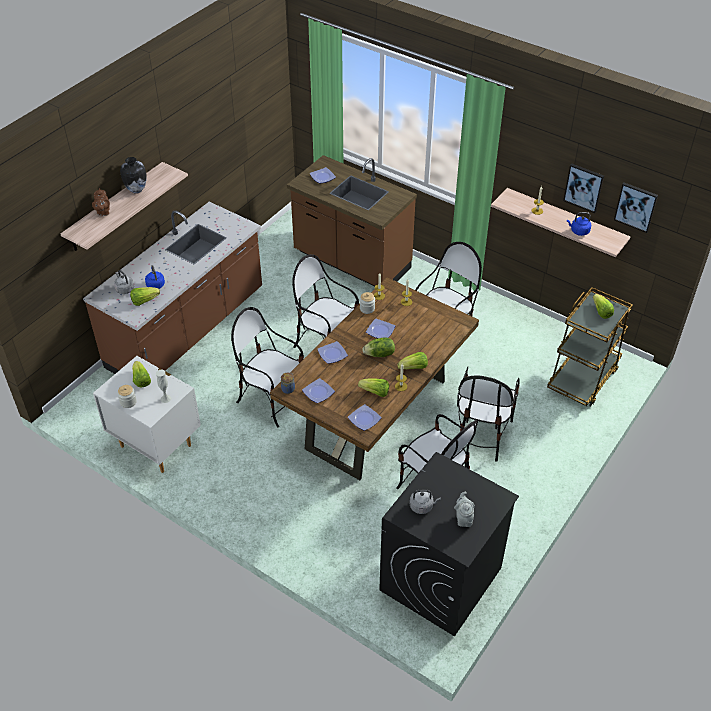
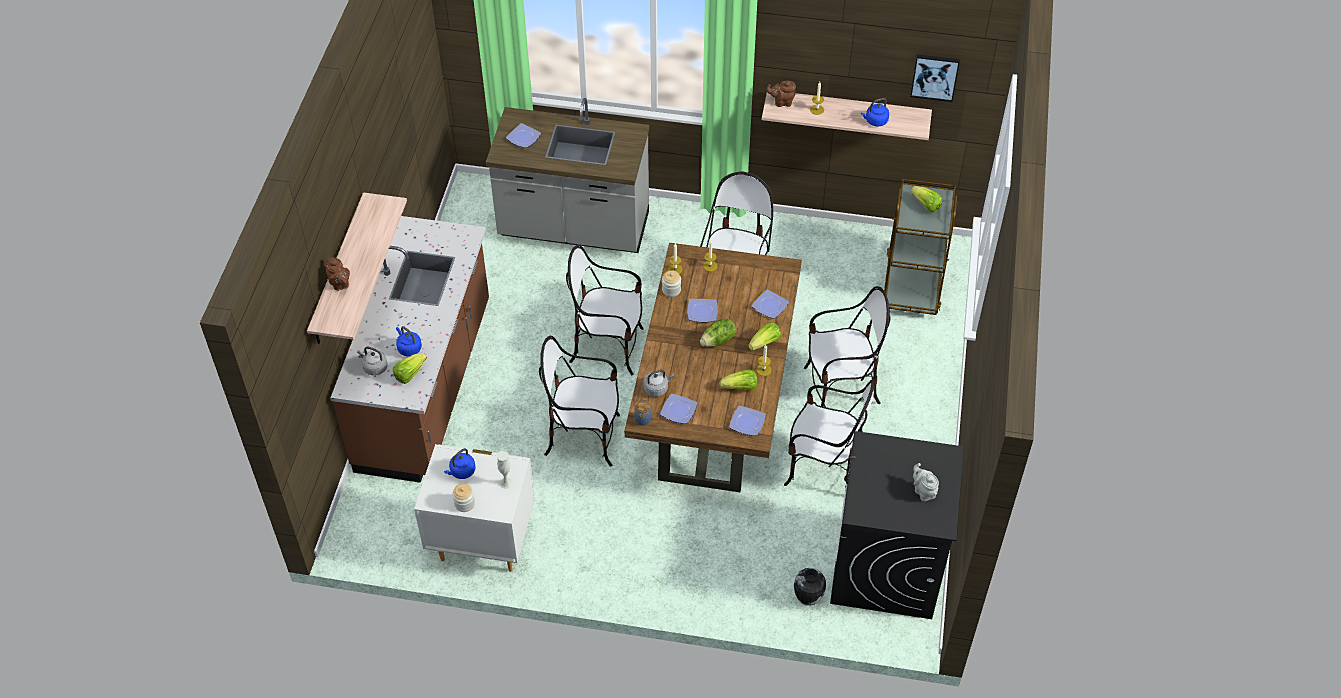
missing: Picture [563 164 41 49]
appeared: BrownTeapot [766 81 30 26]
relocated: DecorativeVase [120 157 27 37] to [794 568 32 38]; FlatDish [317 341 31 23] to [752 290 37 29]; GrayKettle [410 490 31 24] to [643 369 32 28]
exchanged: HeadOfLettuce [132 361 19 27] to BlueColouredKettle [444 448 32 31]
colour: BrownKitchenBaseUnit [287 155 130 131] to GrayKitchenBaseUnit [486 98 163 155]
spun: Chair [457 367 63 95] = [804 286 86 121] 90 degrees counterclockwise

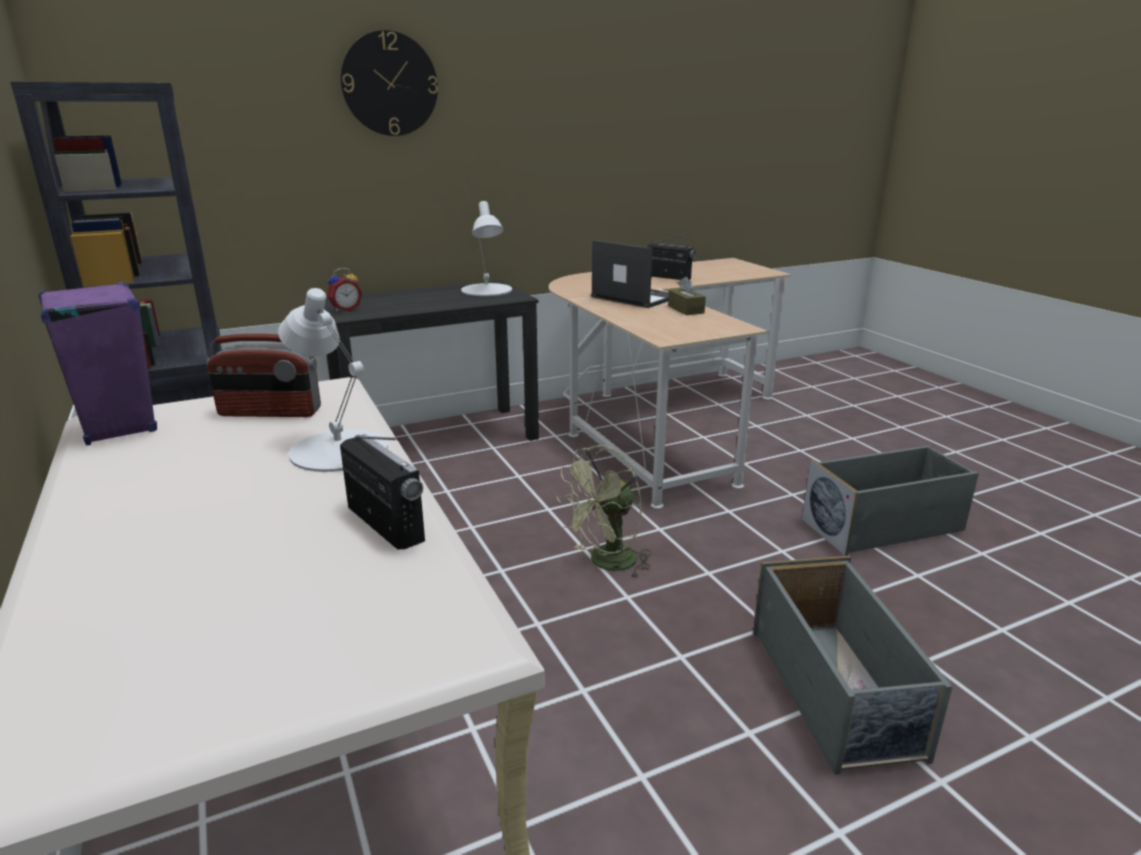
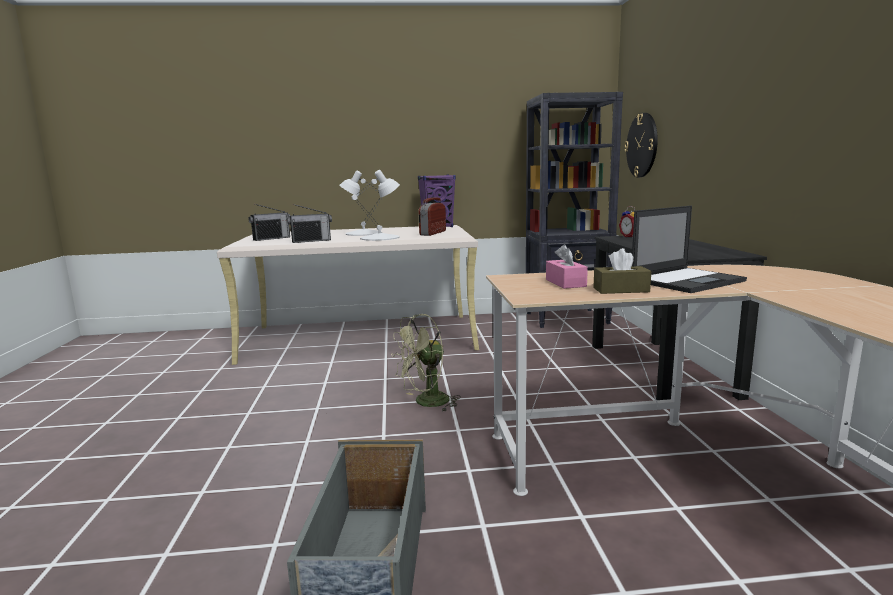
missing: GrayStorageBin [753 556 199 219]
appeared: PinkColouredTissueBox [546 244 42 45]
relocated: WallClock [341 30 97 106] to [624 113 34 64]; WhiteColouredTabletopLamp [461 201 51 95] to [340 171 43 65]; RadioReceiver [646 234 50 46] to [249 204 41 37]
spun: GreenishCoolingFan [556 445 95 134] = [391 314 70 98] 105 degrees counterclockwise

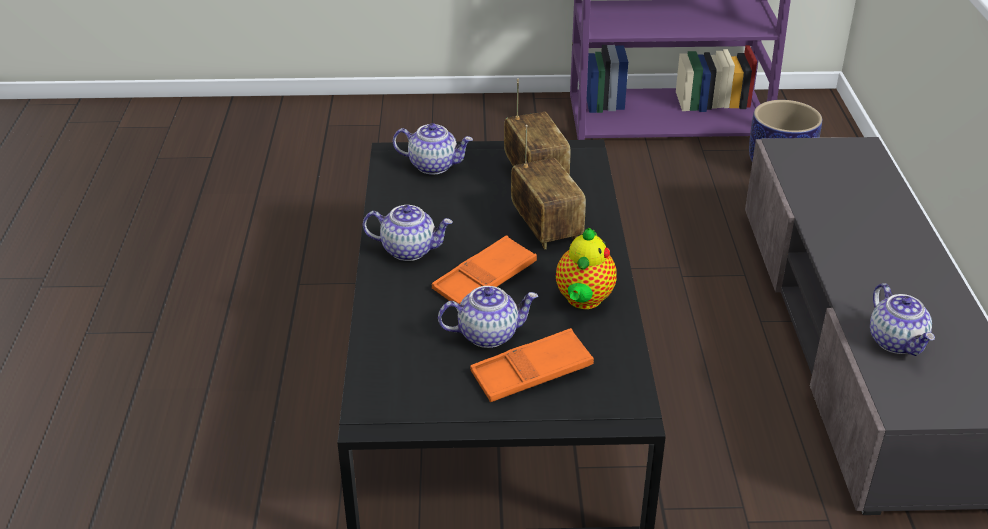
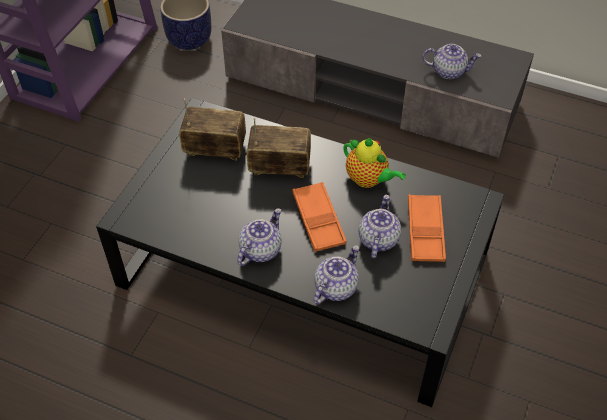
relocated: Teapot [393 123 80 52] to [313 245 46 60]

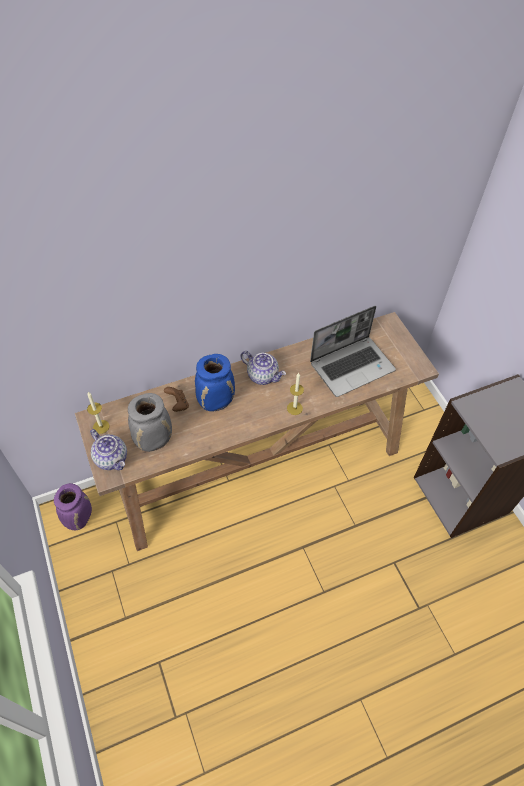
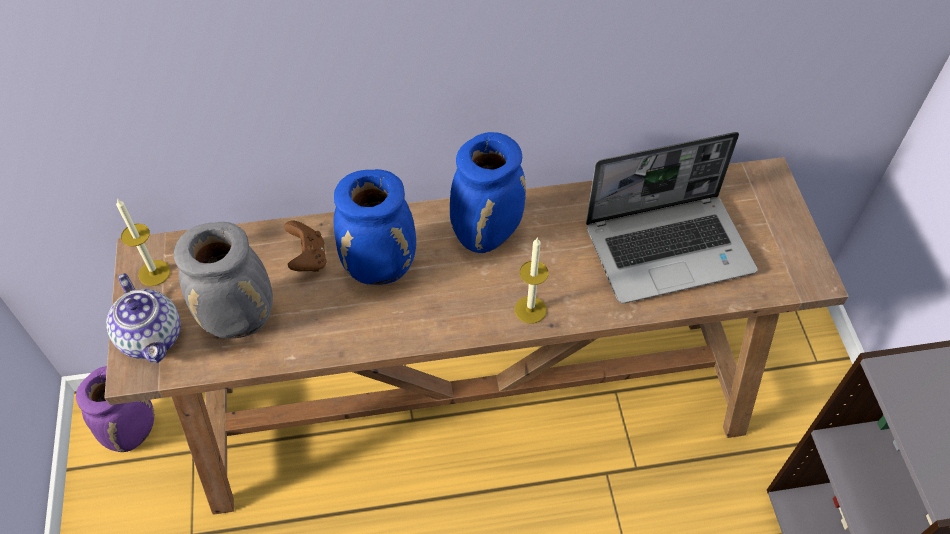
exchanged: Teapot [240 351 46 34] to BlueColouredDecorativeVase [450 132 76 121]

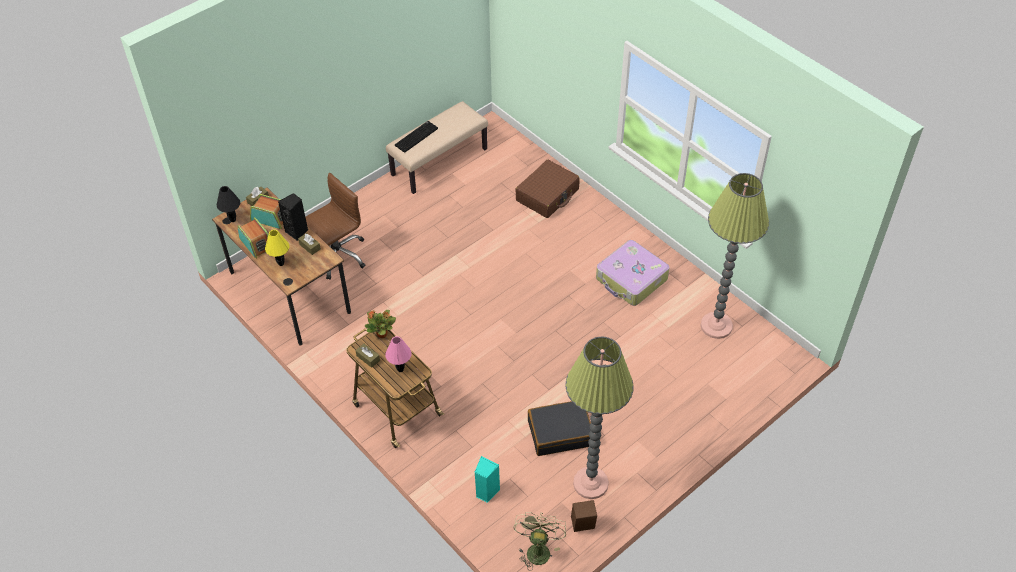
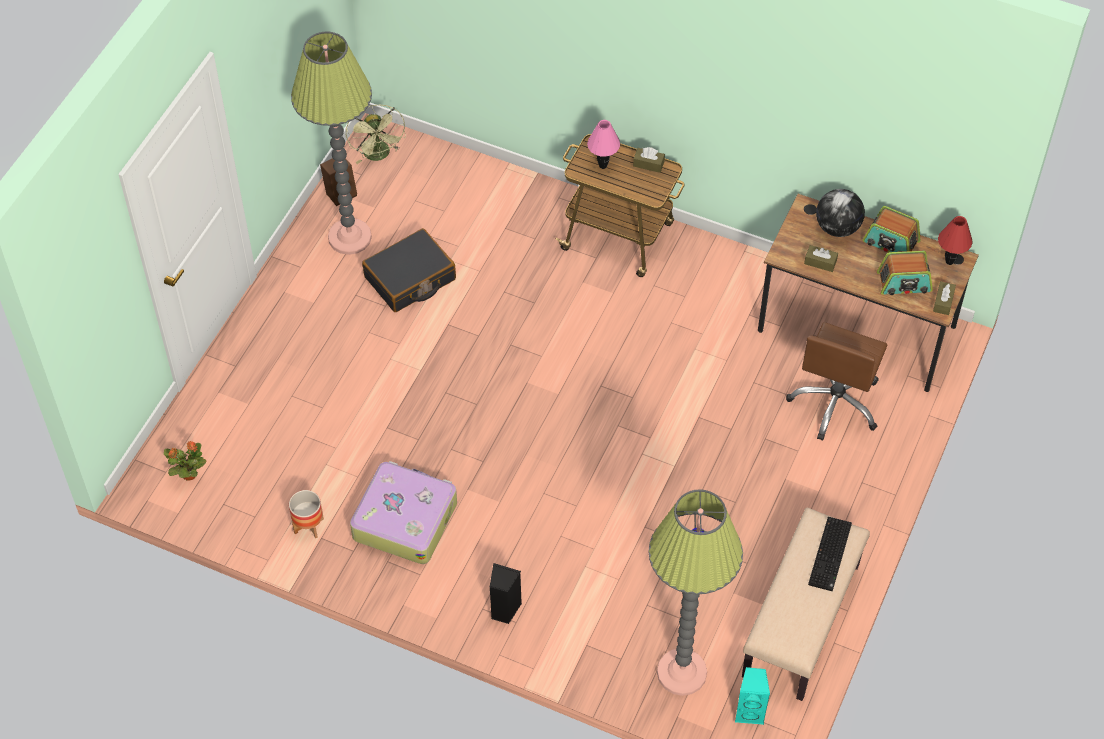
missing: BrownPieceOfLuggage [515 160 65 58]
appeared: PlantPot [289 490 35 48]
relocated: FloorLamp [700 173 69 166] to [649 489 94 207]; BlackishAudioSpeaker [278 193 30 48] to [490 563 32 61]; PottedPlant [365 310 31 28] to [164 441 43 40]; TurquoiseAudioSpeaker [475 456 25 47] to [735 667 35 58]
exchanged: YellowColouredTabletopLamp [265 229 25 37] to DeskGlobe [816 189 49 48]
colour: BlackishTabletopLamp [217 186 23 36] to RedTabletopLamp [938 216 35 49]

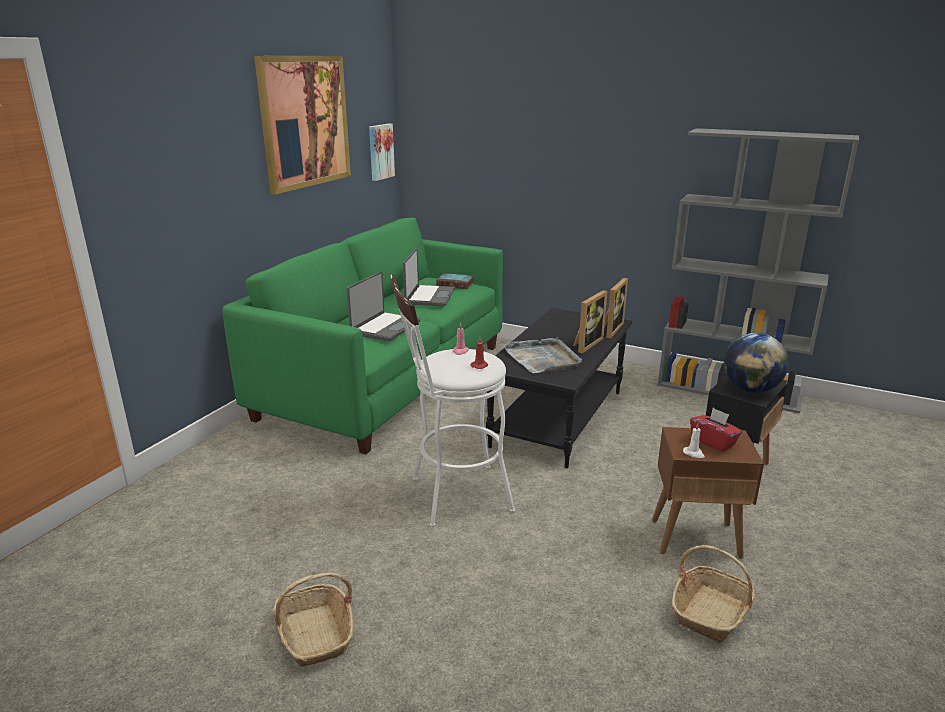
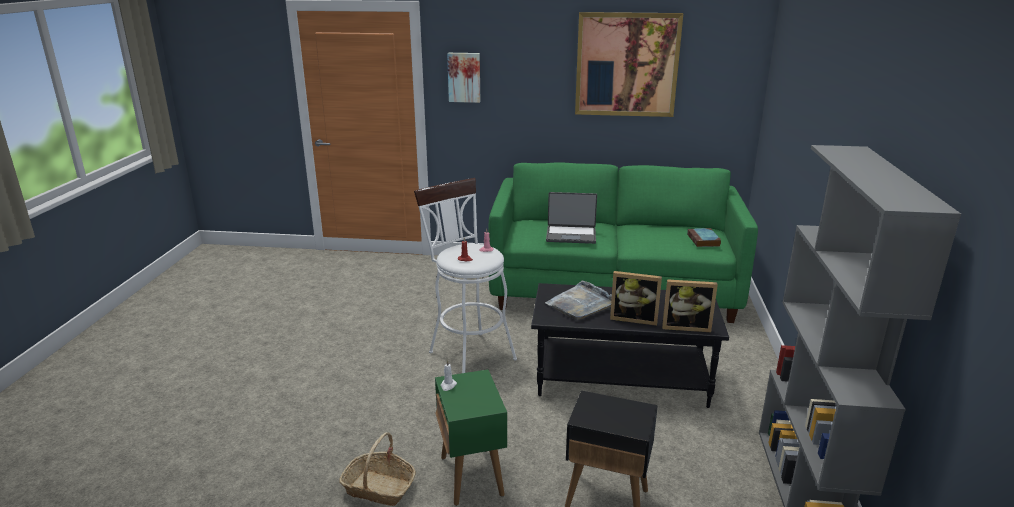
missing: NotebookComputer [403 248 52 58]; DeskGlobe [724 333 65 60]; RedTissueBox [690 408 52 44]; Basket [273 573 81 94]
relocated: Picture [369 124 26 57] to [447 53 33 50]
colour: BrownSideTable [652 427 112 132] to GreenishSideTable [435 370 72 136]

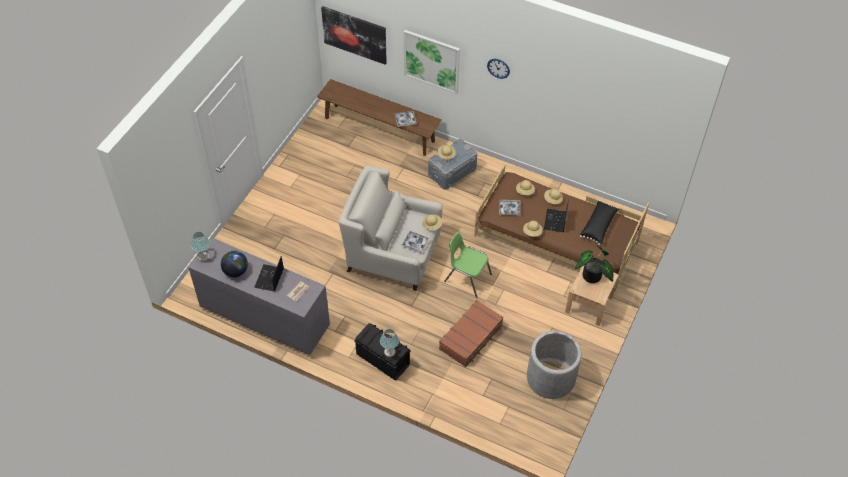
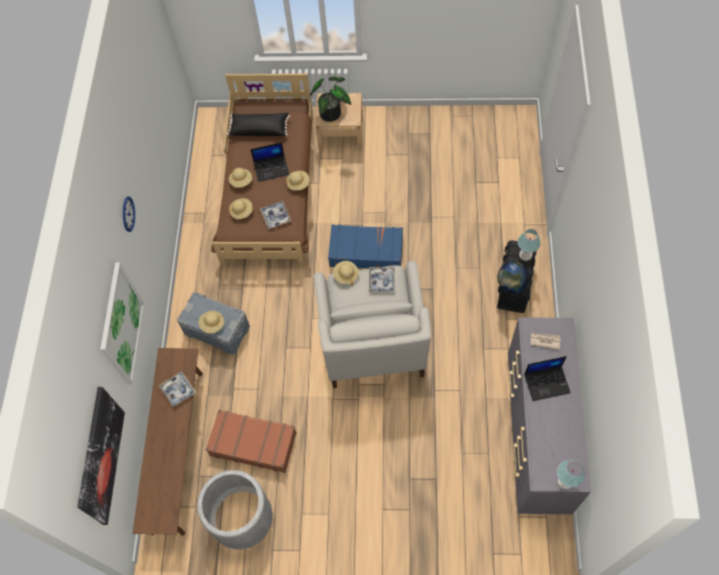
relocated: DeskGlobe [221 251 27 26] to [498 261 32 32]; BrownPieceOfLuggage [439 300 64 67] to [206 410 91 63]; GrayPlantPot [527 331 55 68] to [197 470 76 80]
exchanged: GreenishChair [444 232 48 66] to BlueColouredPieceOfLuggage [328 225 75 44]

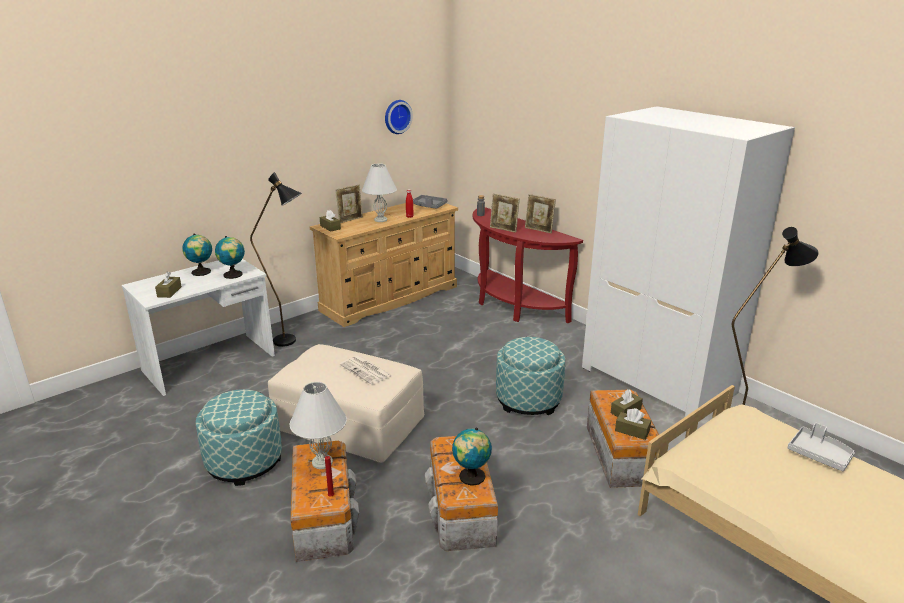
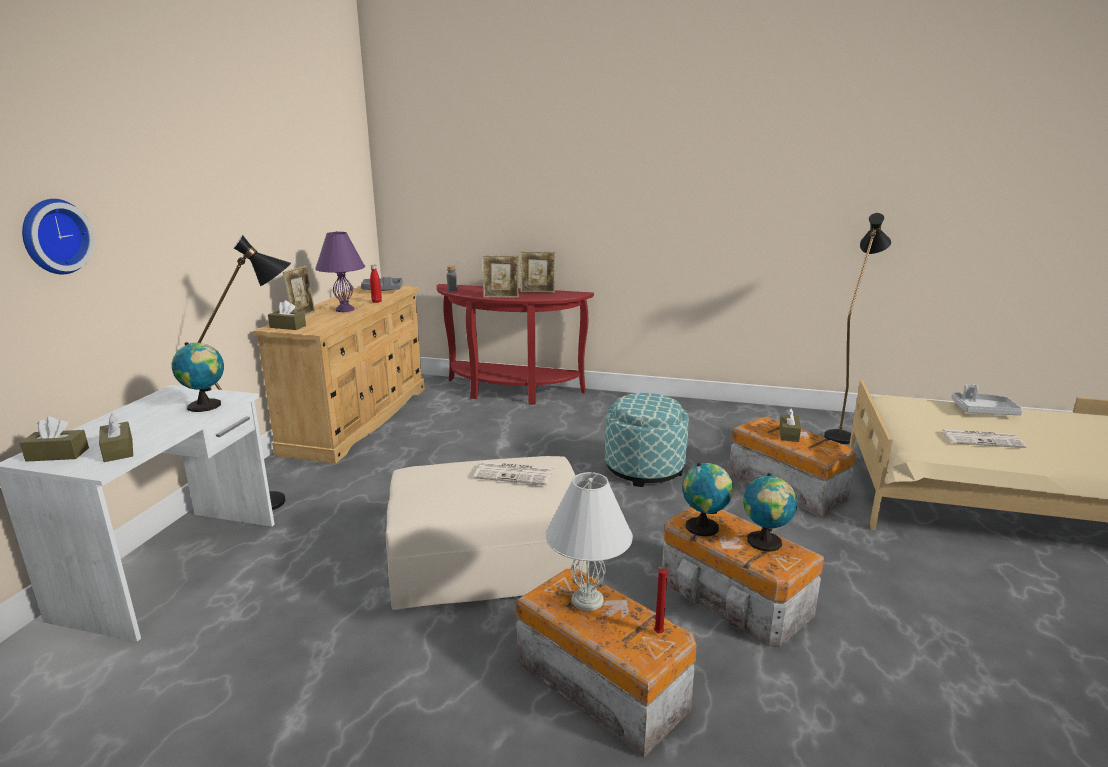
missing: WhiteColouredWardrobe [582 106 213 311]; Ottoman [195 389 87 97]
appeared: PrintedPaper [942 429 85 19]
relocated: WallClock [385 100 28 34] to [22 199 73 75]; DeskGlobe [182 233 30 43] to [682 463 51 74]; BrownTissueBox [615 408 36 32] to [20 417 69 45]
colour: WhiteColouredTabletopLamp [362 163 35 59] to PurplishTabletopLamp [315 231 50 81]

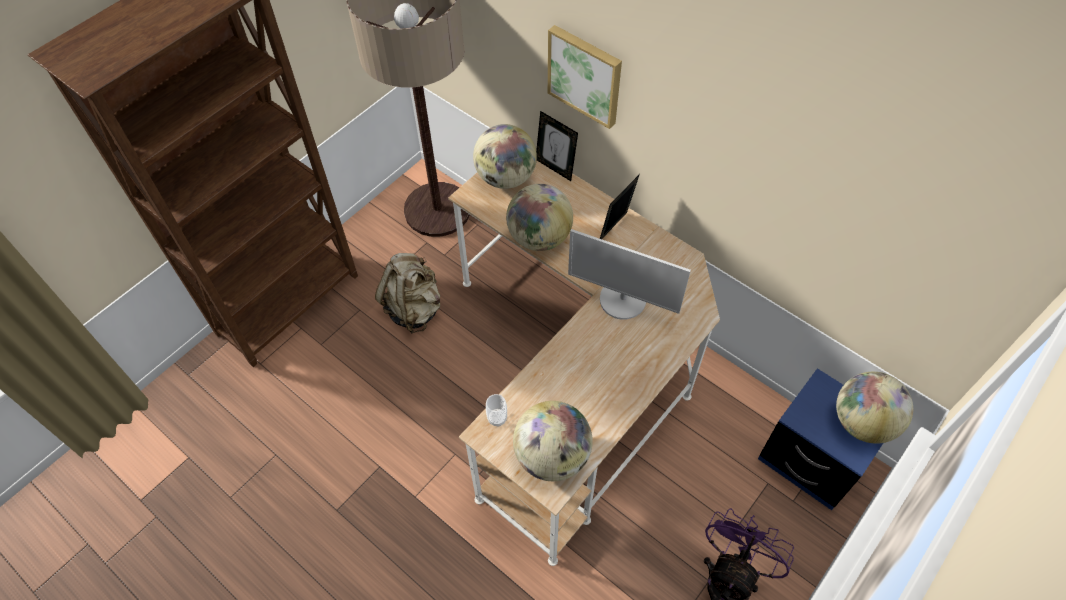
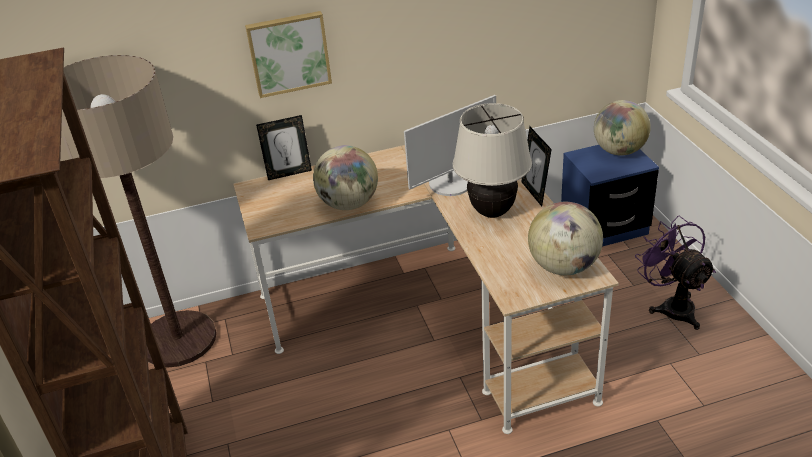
missing: DeskGlobe [473 124 64 65]; SandColouredRucksack [375 253 66 81]; SmallCup [486 394 21 32]
appeared: SandColouredTabletopLamp [453 103 79 115]
relocated: StandingFrame [600 174 40 65] to [521 126 31 80]

